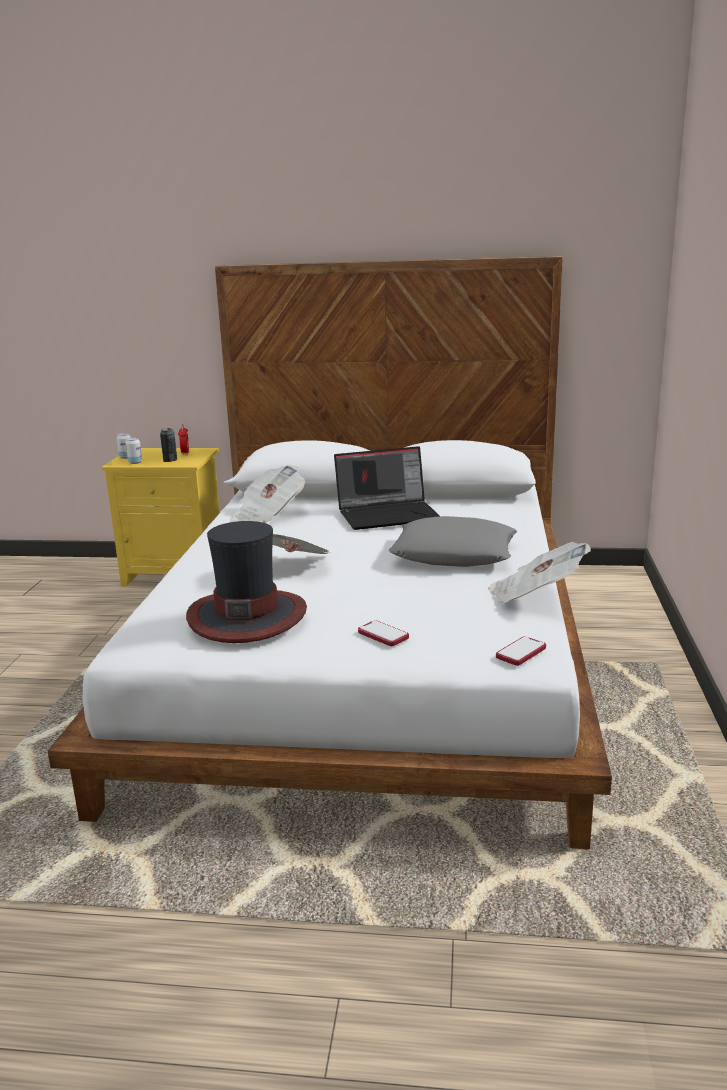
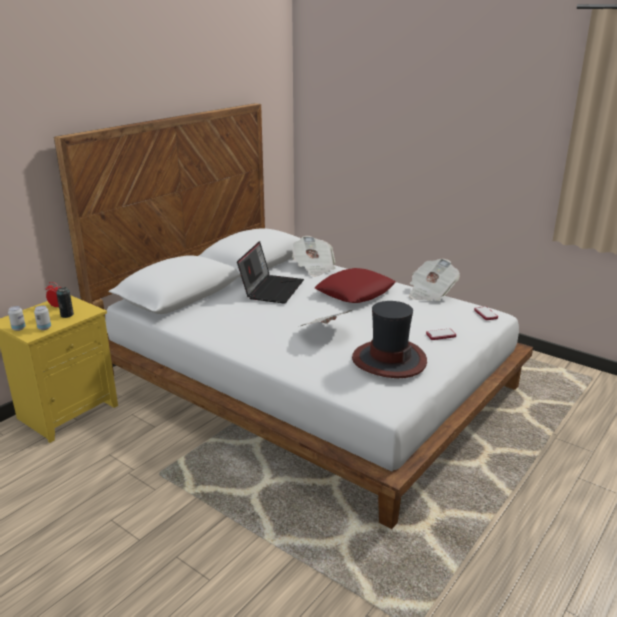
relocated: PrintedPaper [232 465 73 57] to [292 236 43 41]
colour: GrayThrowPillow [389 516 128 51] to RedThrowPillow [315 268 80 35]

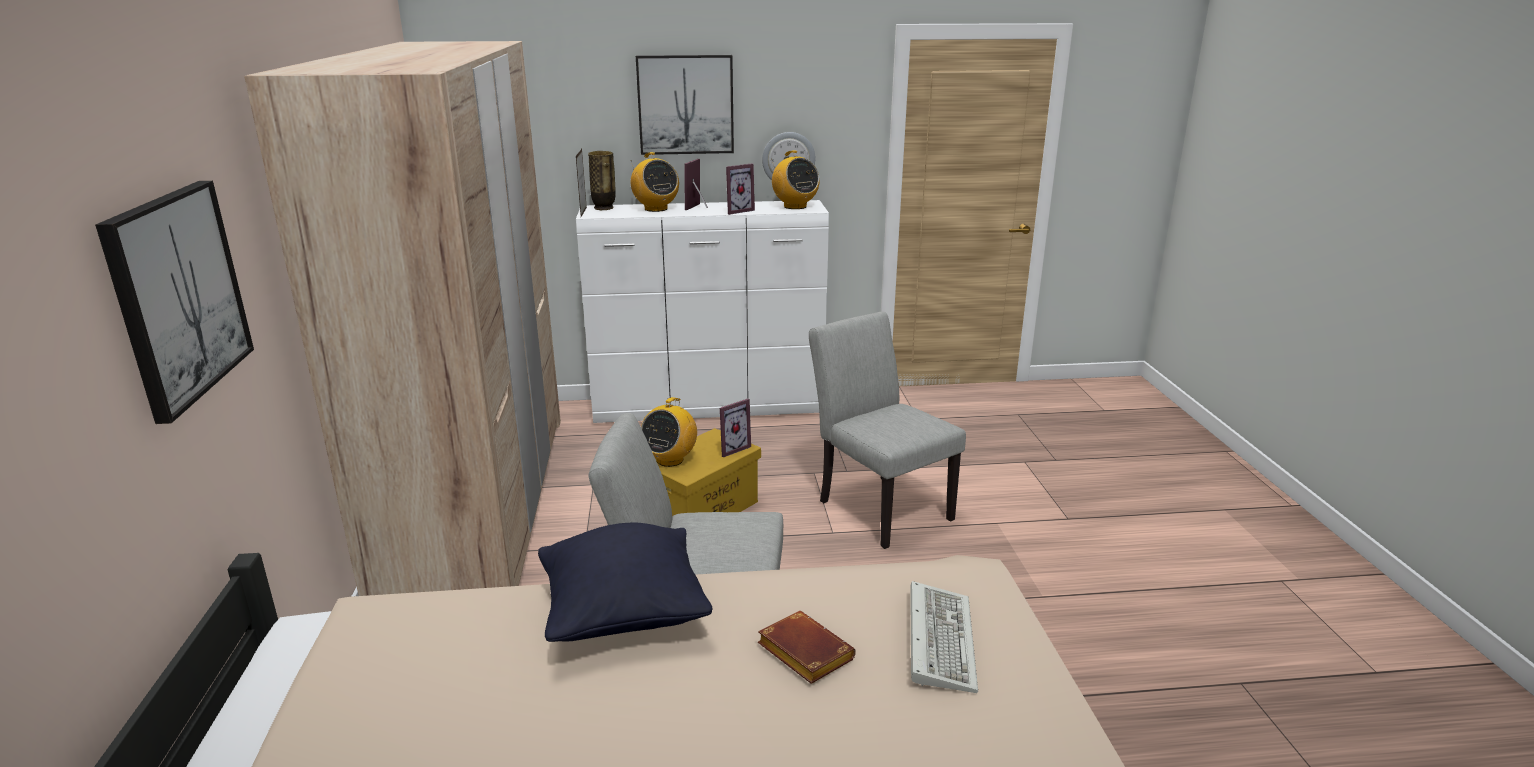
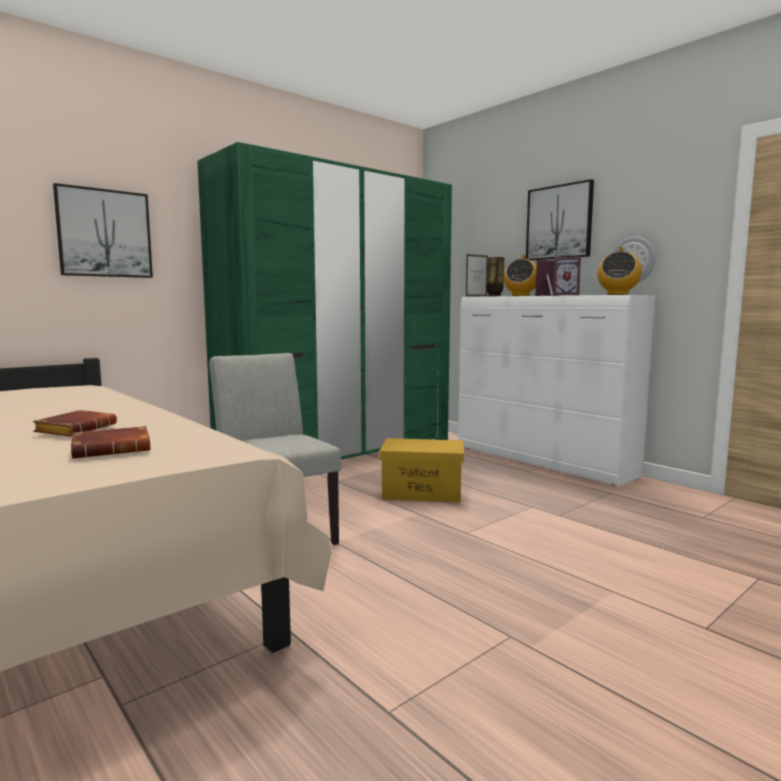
missing: GrayChair [809 312 157 237]; RadioReceiver [641 397 56 70]; StandingFrame [720 398 31 59]; BlackishThrowPillow [538 523 175 119]
exchanged: ComputerKeyboard [910 581 68 112] to BrownBoundBook [71 426 80 33]
colour: SandColouredWardrobe [244 41 317 555] to GreenishWardrobe [197 142 255 318]

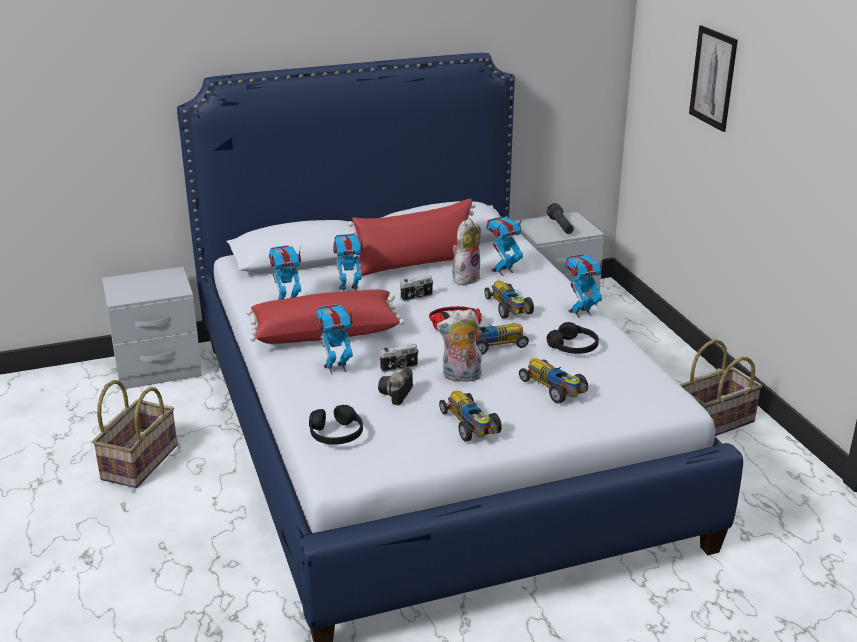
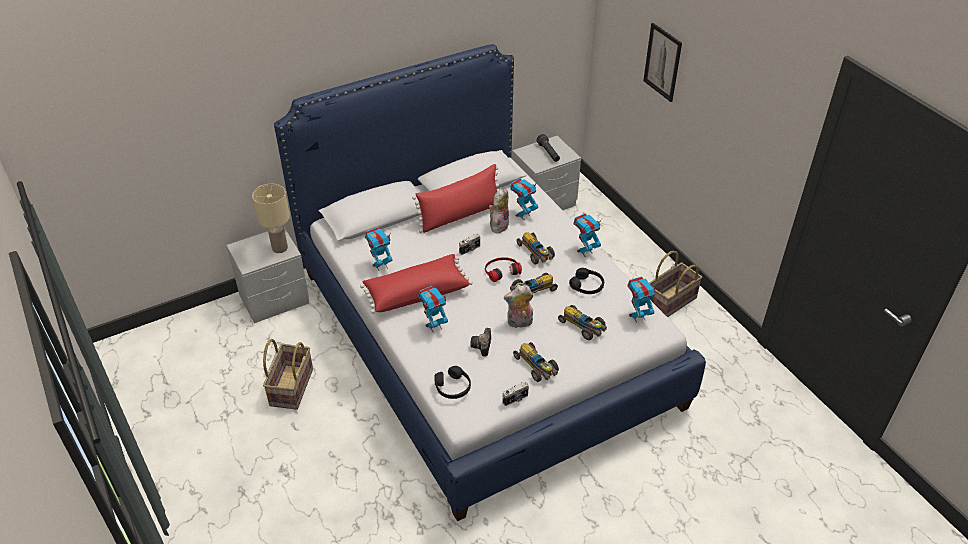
appeared: SandColouredTabletopLamp [252 184 38 69]
relocated: RobotFigure [333 234 30 58] to [627 276 32 47]; StillCamera [379 343 40 30] to [503 382 26 24]

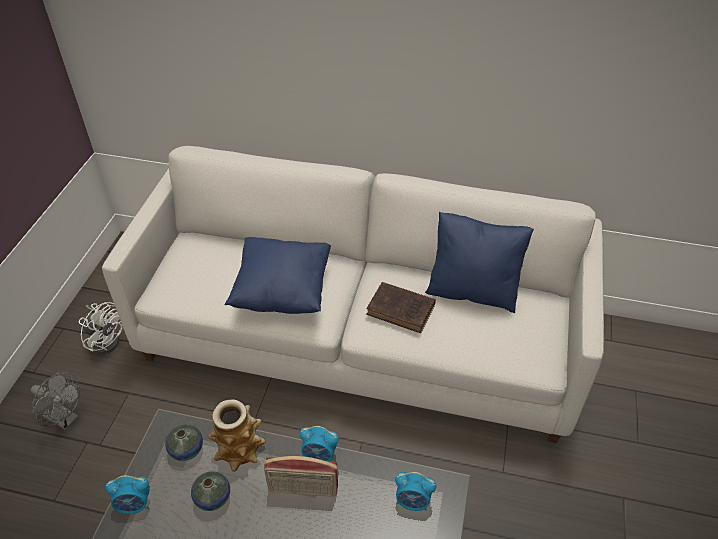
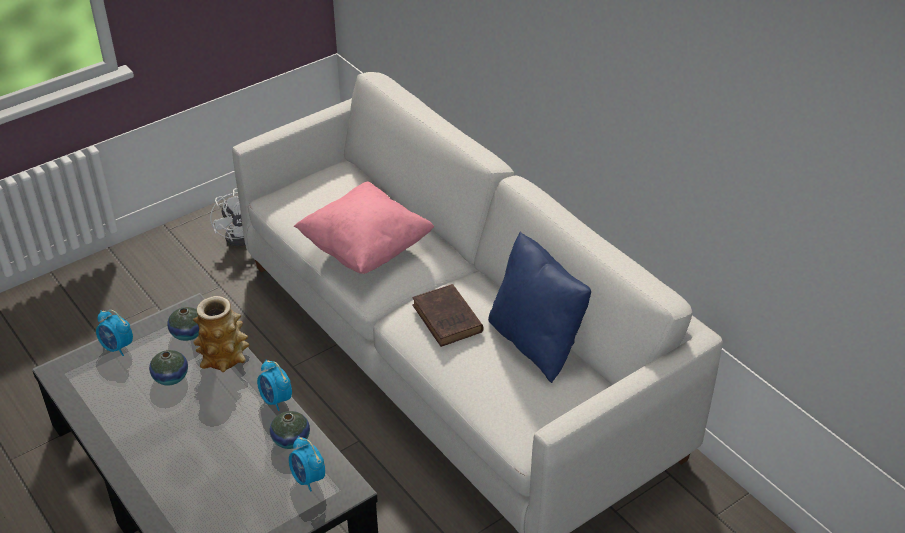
missing: GrayCoolingFan [30 372 50 58]; RadioReceiver [264 456 74 41]
appeared: DecorativeVase [270 411 40 38]
colour: BlueColouredThrowPillow [225 237 106 77] to PinkColouredThrowPillow [294 181 140 93]

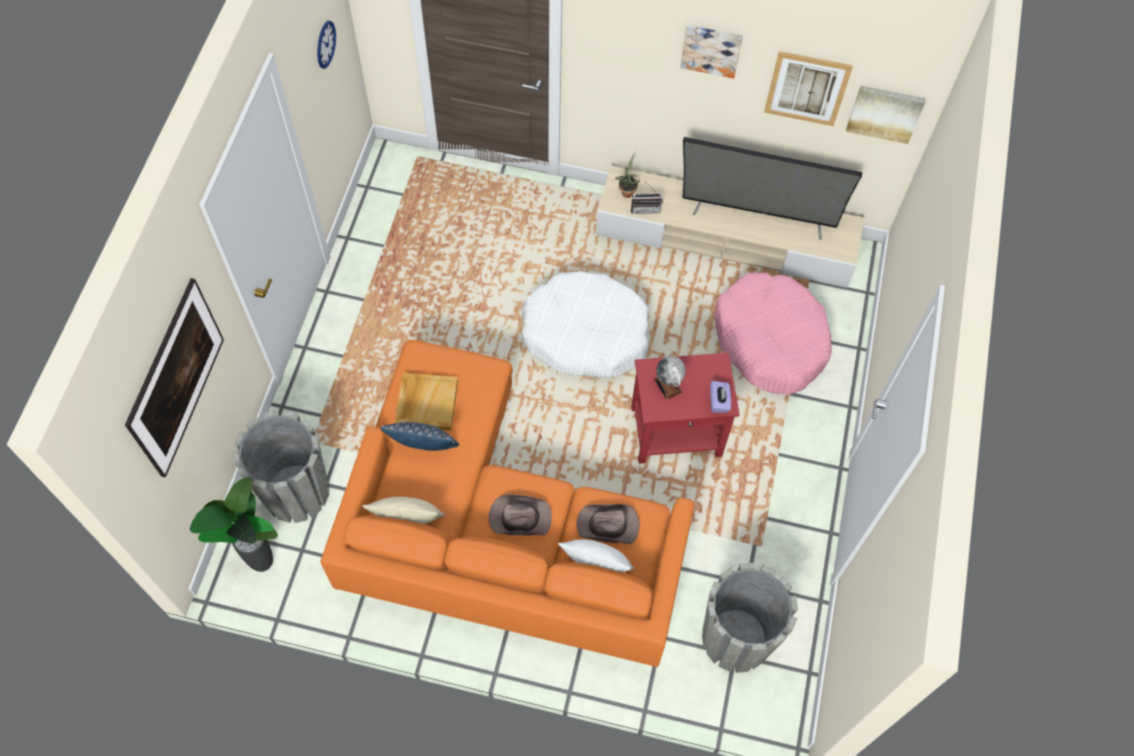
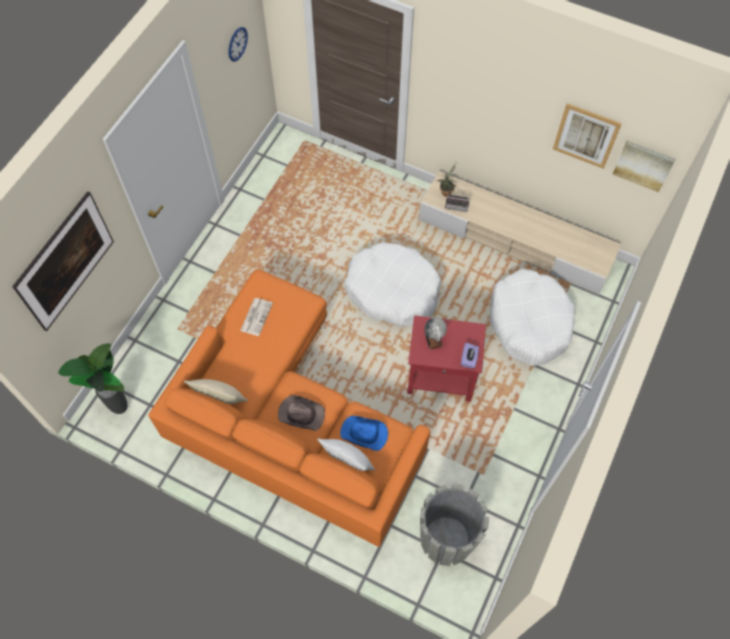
missing: Picture [680 25 63 53]; Tv [682 137 180 103]; GrayPlantPot [233 410 96 113]; ThrowPillow [380 422 79 29]
exchanged: SandColouredServingTray [394 373 64 58] to PrintedPaper [240 298 33 38]
colour: PinkColouredDogCushion [714 273 118 122] to WhiteColouredDogCushion [489 269 86 97]; BrownWearableHat [577 504 63 40] to BlueColouredWearableHat [340 416 48 35]

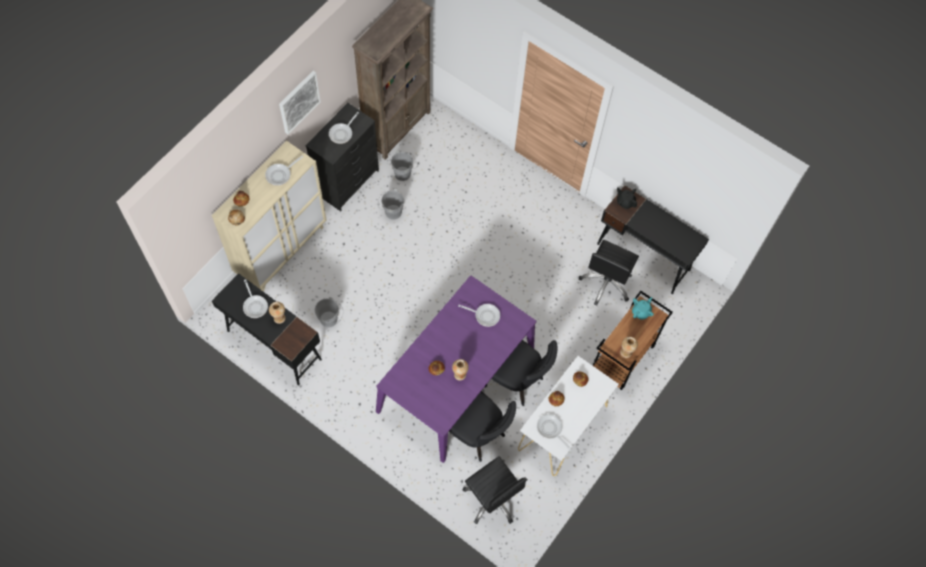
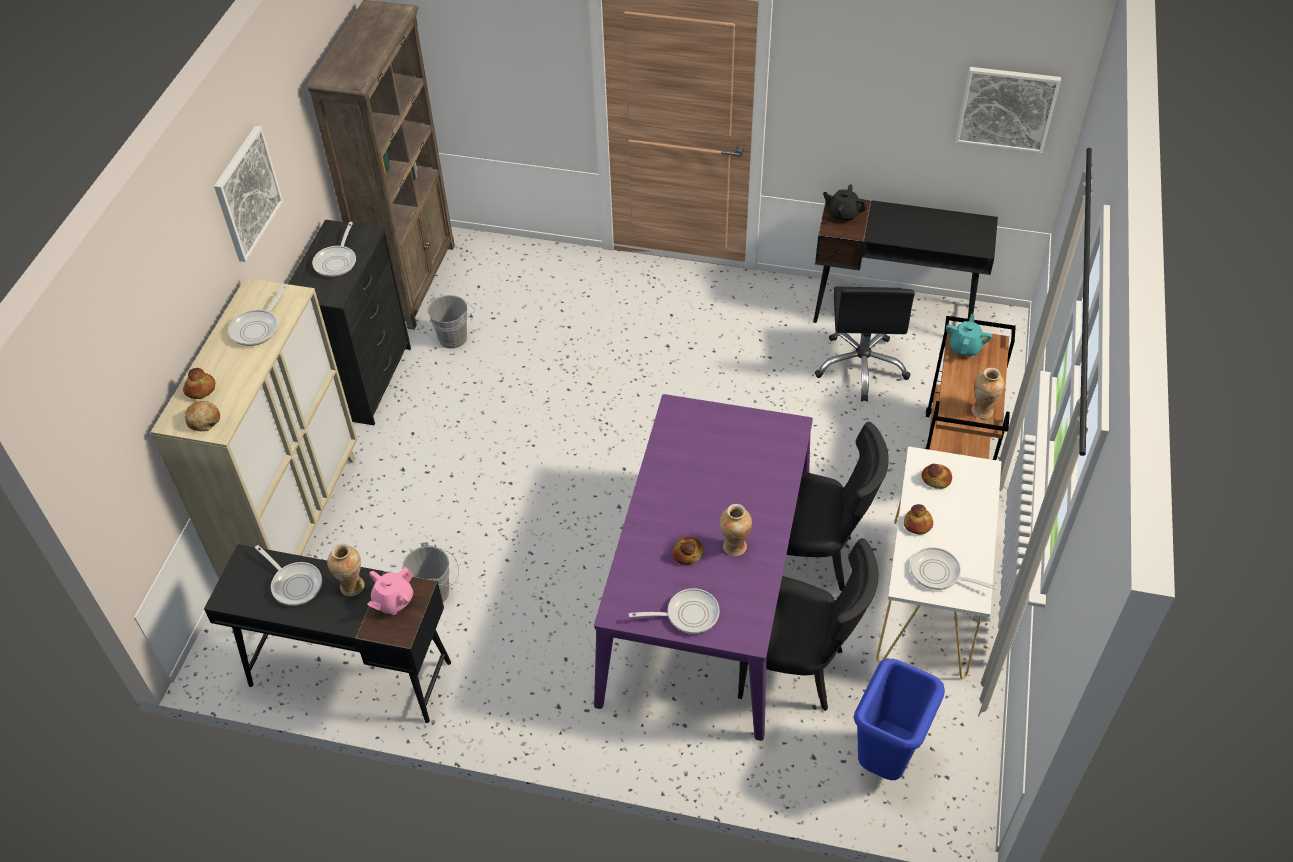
missing: GrayWaterBucket [378 189 26 30]
appeared: Picture [955 67 106 87]; PinkColouredTeapot [367 567 46 48]
relocated: FryingPan [458 304 42 23] to [629 588 91 46]
exchanged: BlackishOfficeChair [463 456 65 68] to BlueColouredRubbishBin [853 659 92 121]

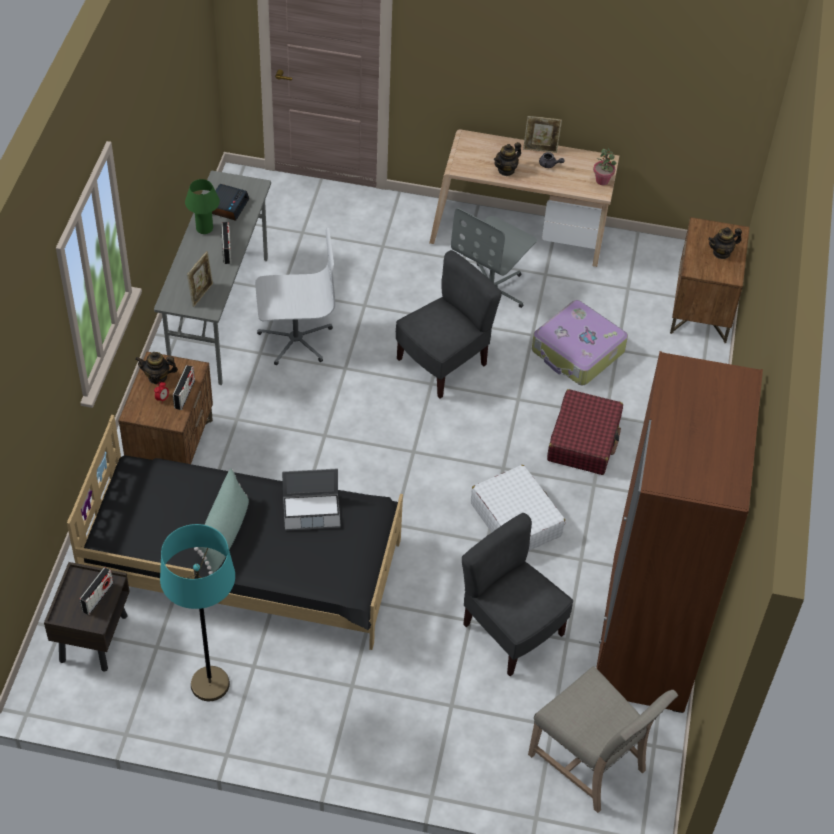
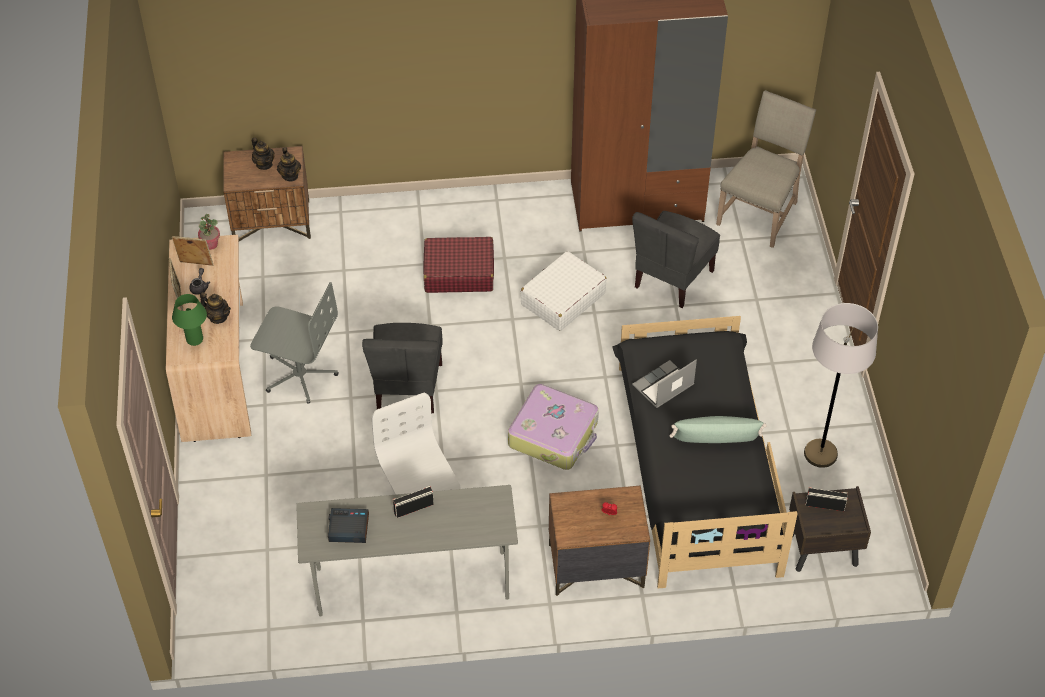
missing: RadioReceiver [173 365 22 45]
relocated: GreenishTabletopLamp [185 179 35 55] to [172 294 35 52]; StandingFrame [187 251 26 56] to [172 236 41 30]; PieceOfLuggage [532 300 96 85] to [508 384 91 86]; Teapot [135 352 43 32] to [277 147 24 34]
colour: TurquoiseFloorLamp [160 524 75 177] to GrayFloorLamp [804 303 74 165]
spun: GrayChair [396 250 106 149] = [362 323 81 90] 120 degrees counterclockwise; NotebookComputer [282 468 59 63] = [632 359 65 49] 105 degrees counterclockwise

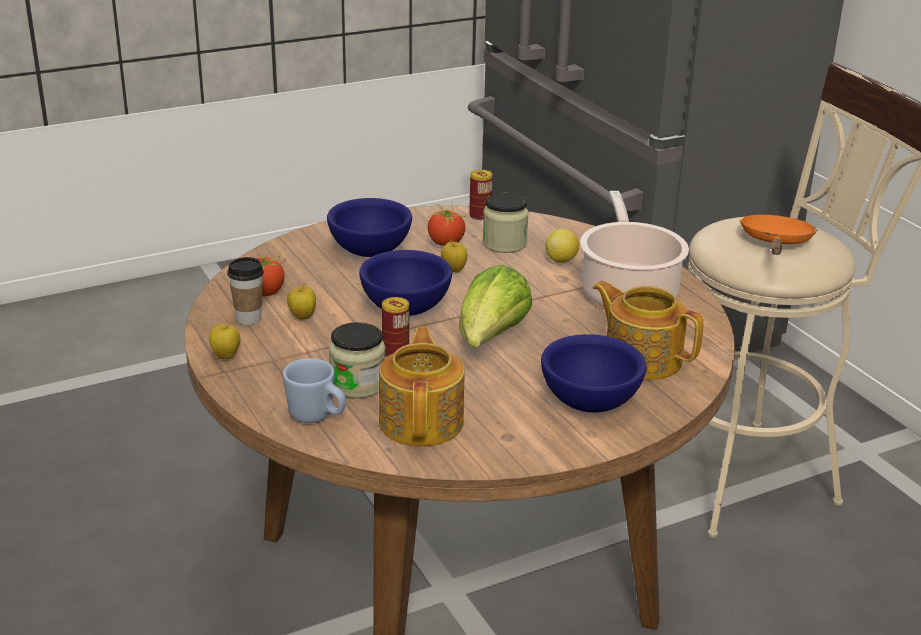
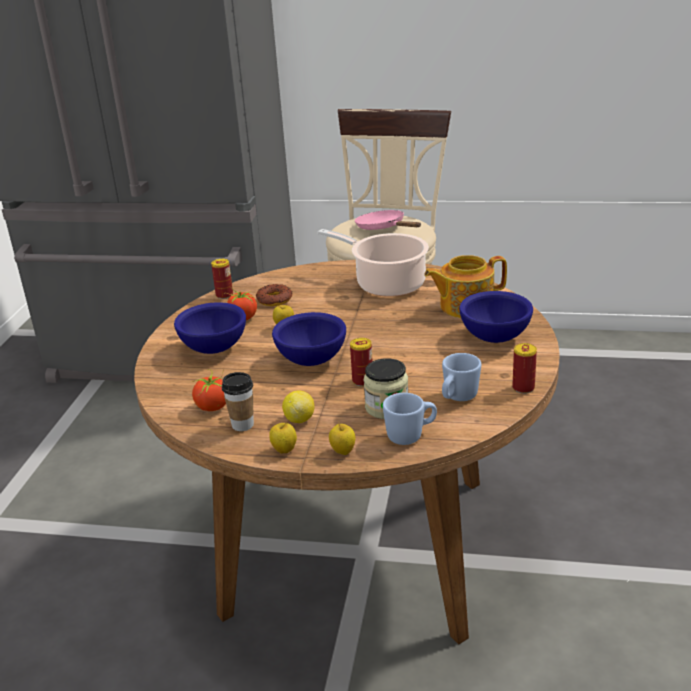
missing: HeadOfLettuce [459 264 73 84]
appeared: SealedCan [512 343 25 51]
relocated: CitrusFruit [545 229 34 34] to [282 391 32 32]; Apple [287 283 29 37] to [329 422 26 33]
exchanged: StorageJar [482 193 47 60] to RingDoughnut [256 284 36 22]; Teapot [379 326 86 121] to BlueColouredCoffeeMug [442 353 39 48]
colour: OrangeColouredFryingPan [740 215 77 40] to PinkColouredFryingPan [355 210 66 20]

